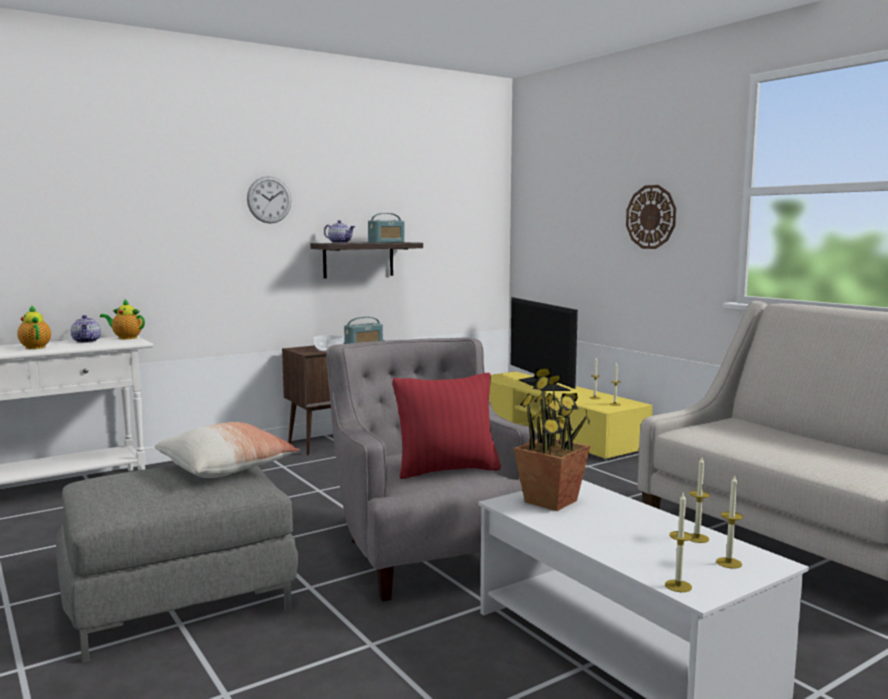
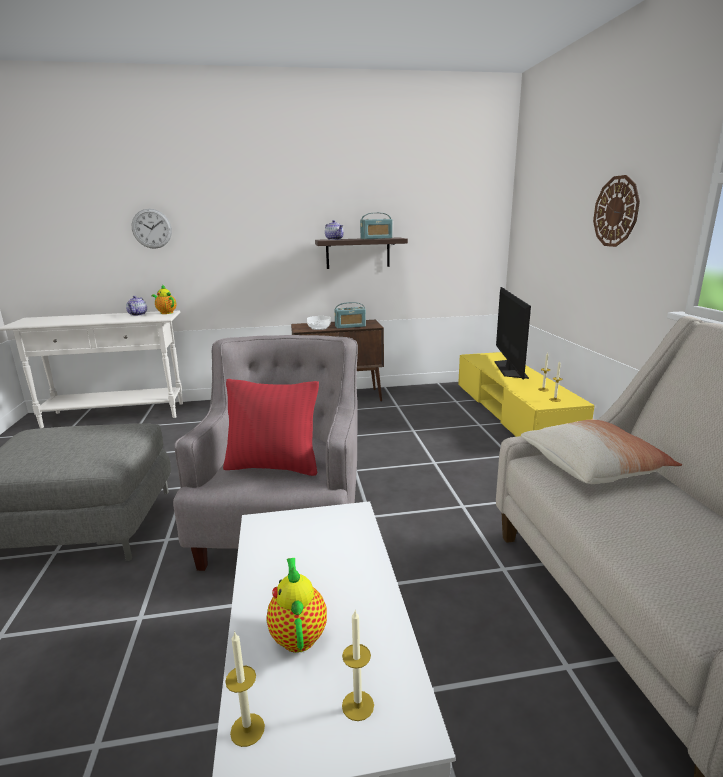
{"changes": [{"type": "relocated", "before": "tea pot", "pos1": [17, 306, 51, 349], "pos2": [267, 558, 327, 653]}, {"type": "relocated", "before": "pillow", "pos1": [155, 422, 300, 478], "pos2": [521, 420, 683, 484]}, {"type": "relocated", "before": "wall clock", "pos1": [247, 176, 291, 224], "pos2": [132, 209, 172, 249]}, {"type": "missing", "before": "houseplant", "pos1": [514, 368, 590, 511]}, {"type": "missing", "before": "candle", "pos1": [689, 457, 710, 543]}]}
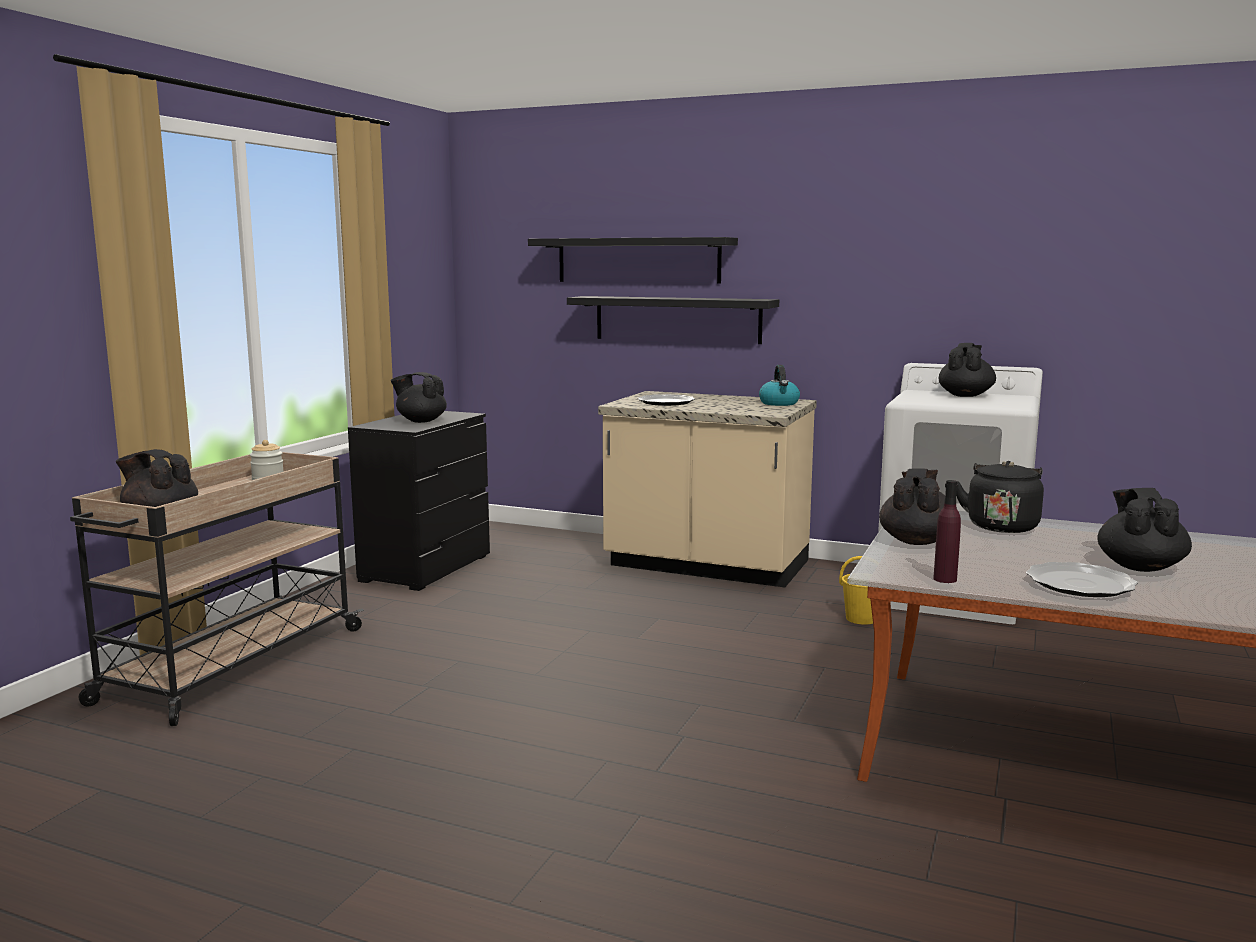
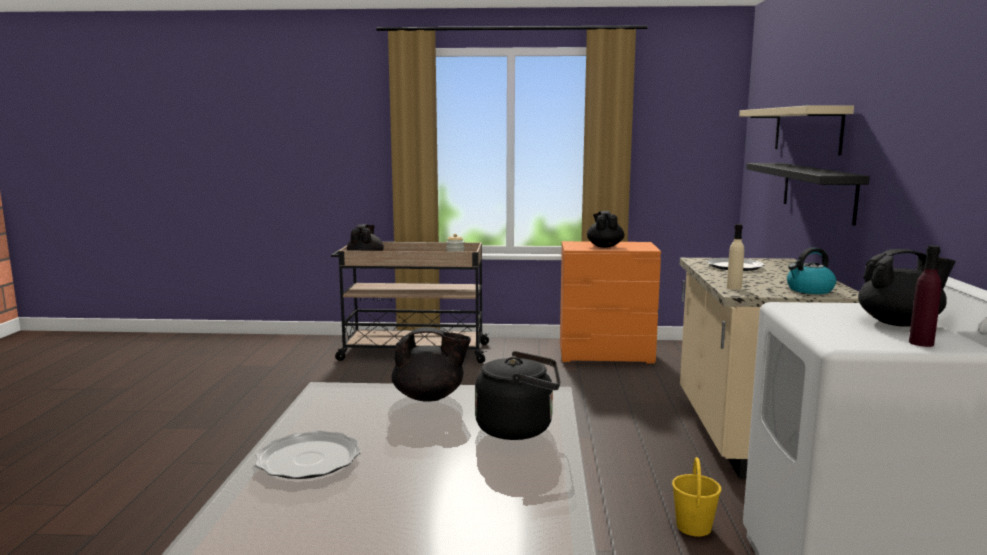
{"changes": [{"type": "colour", "before": "black-coloured chest of drawers", "after": "orangey chest of drawers", "pos1": [348, 411, 490, 591], "pos2": [560, 241, 661, 364]}, {"type": "colour", "before": "black-coloured shelf", "after": "beige-coloured shelf", "pos1": [528, 237, 738, 283], "pos2": [739, 105, 854, 155]}, {"type": "relocated", "before": "purple-coloured bottle", "pos1": [933, 480, 961, 583], "pos2": [909, 245, 942, 347]}, {"type": "missing", "before": "black-coloured tea pot", "pos1": [1097, 488, 1192, 572]}, {"type": "appeared", "after": "beige-coloured bottle", "pos2": [727, 224, 744, 290]}]}
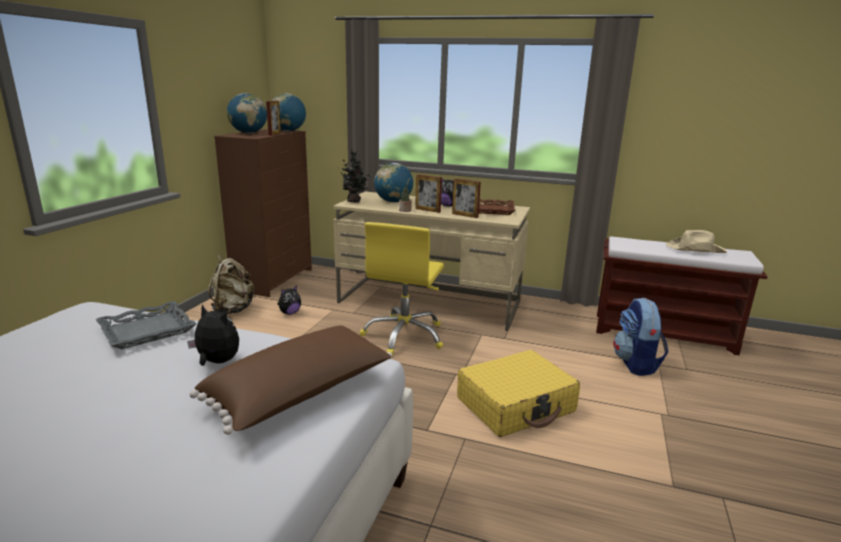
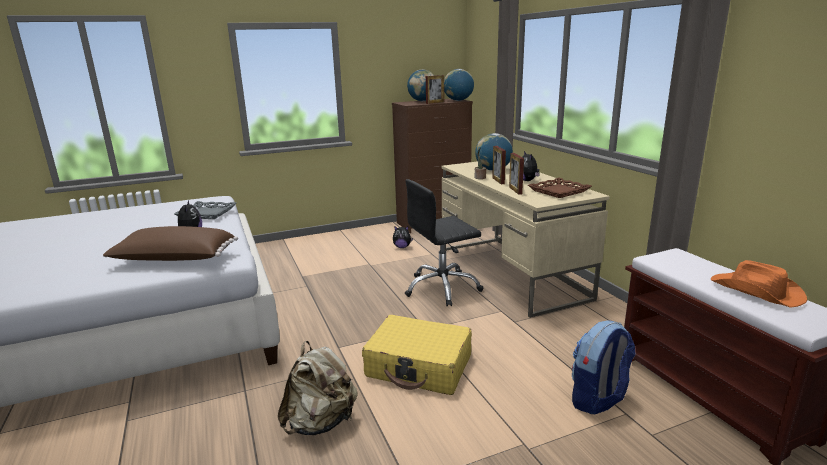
{"changes": [{"type": "relocated", "before": "beige-coloured knapsack", "pos1": [208, 254, 255, 314], "pos2": [278, 341, 358, 435]}, {"type": "missing", "before": "houseplant", "pos1": [337, 149, 372, 203]}, {"type": "colour", "before": "yellowish desk chair", "after": "black-coloured desk chair", "pos1": [360, 222, 444, 356], "pos2": [405, 179, 483, 306]}, {"type": "colour", "before": "beige-coloured hat", "after": "orangey hat", "pos1": [666, 230, 727, 253], "pos2": [711, 260, 807, 308]}]}
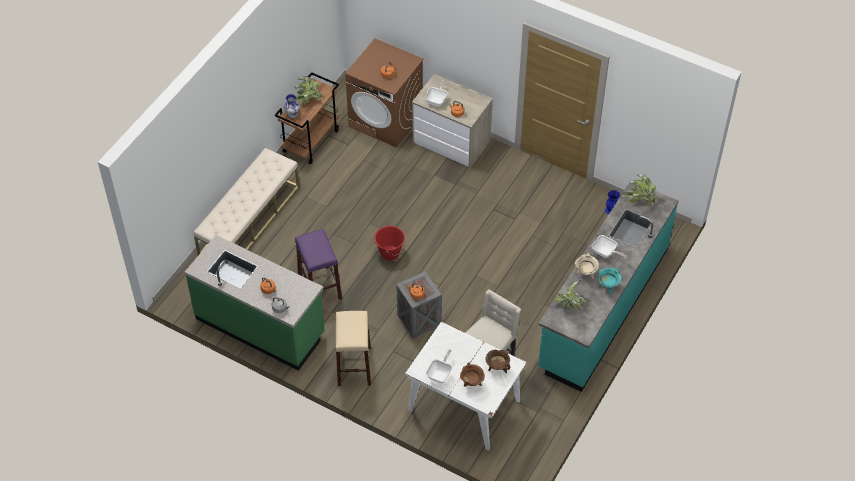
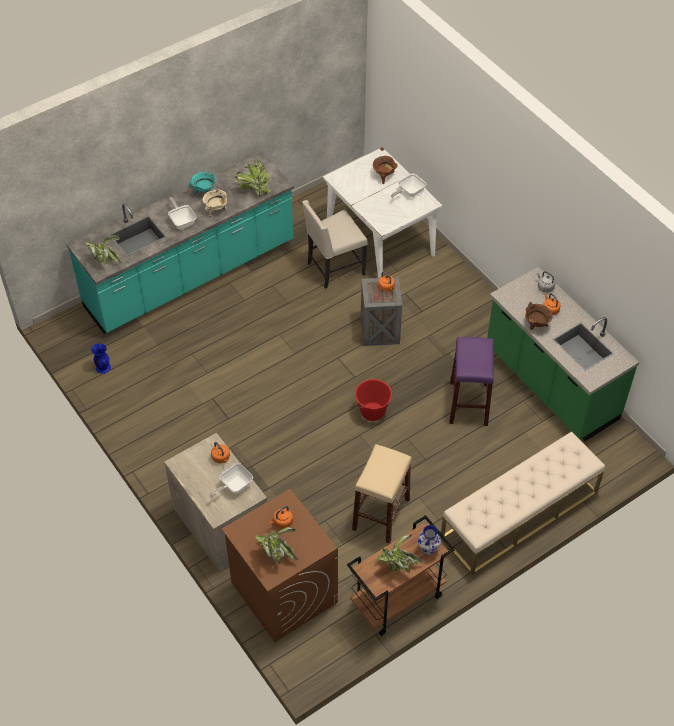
{"changes": [{"type": "relocated", "before": "beige-coloured stool seat", "pos1": [335, 311, 371, 386], "pos2": [352, 444, 412, 544]}, {"type": "relocated", "before": "brownish cooking pot", "pos1": [486, 349, 510, 373], "pos2": [525, 302, 553, 330]}, {"type": "appeared", "after": "houseplant", "pos2": [255, 527, 298, 564]}]}
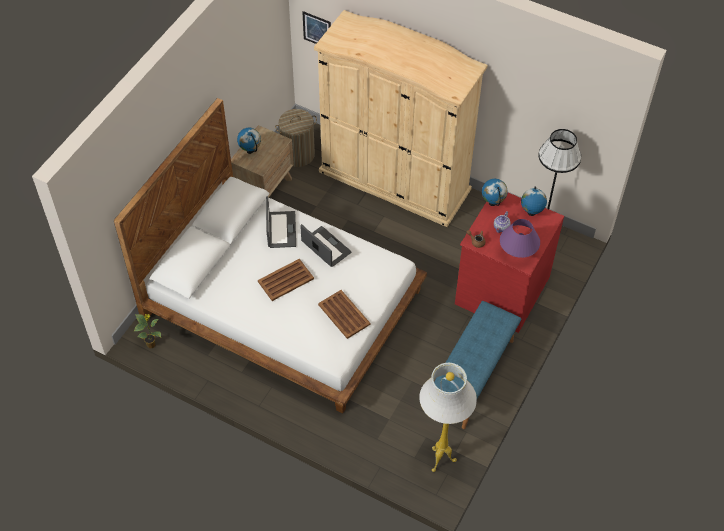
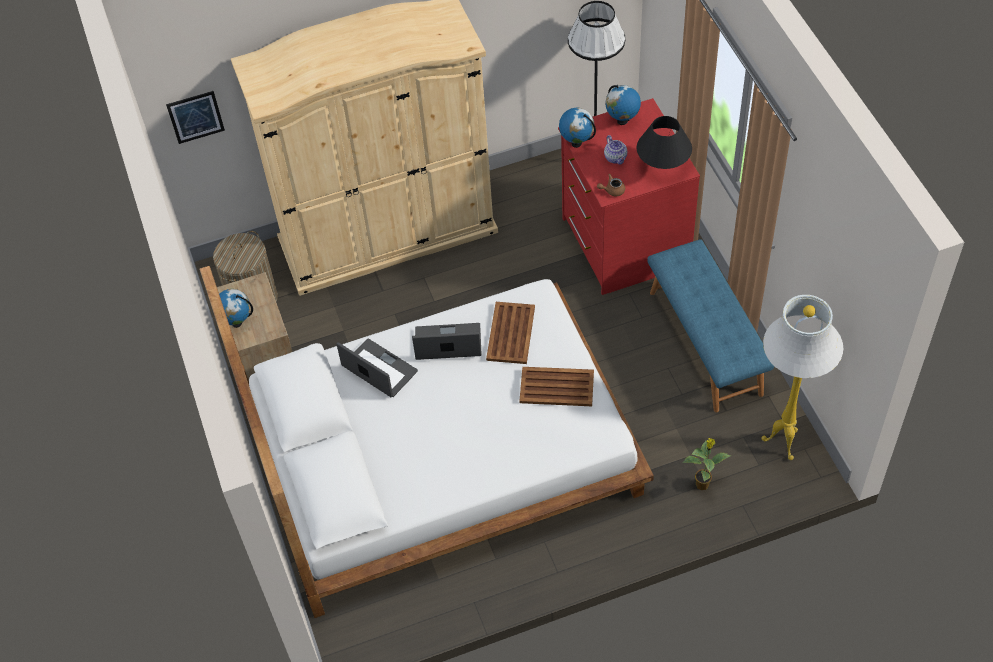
{"changes": [{"type": "relocated", "before": "houseplant", "pos1": [134, 314, 161, 348], "pos2": [682, 438, 731, 490]}, {"type": "relocated", "before": "brownish carrying tray", "pos1": [258, 259, 314, 301], "pos2": [486, 302, 535, 364]}, {"type": "colour", "before": "purple-coloured table lamp", "after": "black-coloured table lamp", "pos1": [500, 219, 540, 258], "pos2": [637, 116, 692, 169]}]}
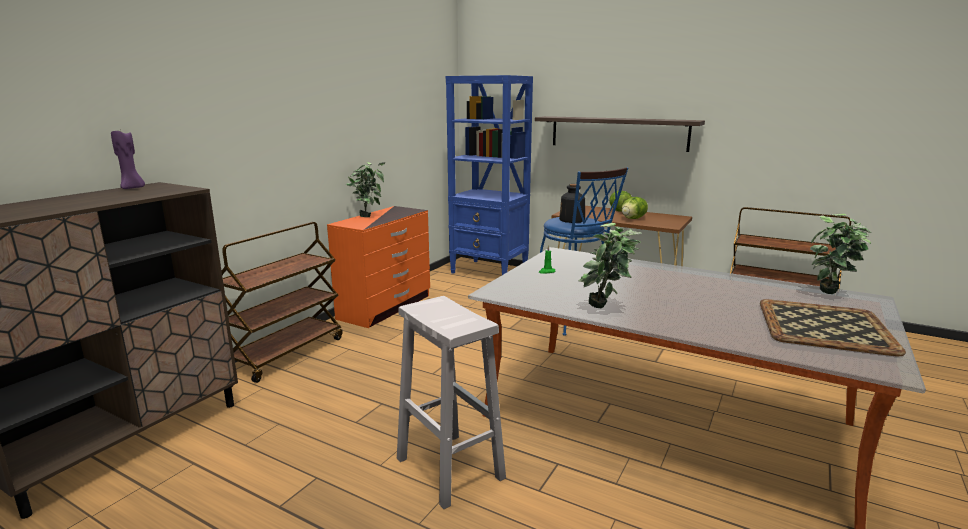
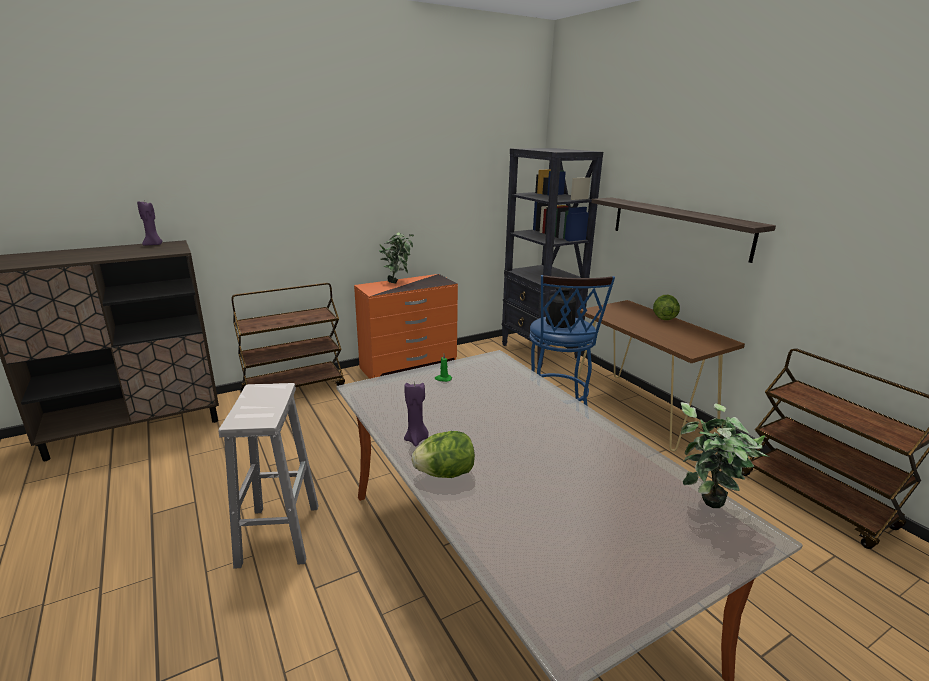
{"changes": [{"type": "colour", "before": "blue-coloured bookshelf", "after": "black-coloured bookshelf", "pos1": [446, 75, 533, 275], "pos2": [502, 148, 603, 368]}, {"type": "exchanged", "before": "houseplant", "after": "purple-coloured candle", "pos1": [579, 223, 642, 308], "pos2": [404, 380, 429, 447]}, {"type": "relocated", "before": "lettuce head", "pos1": [621, 197, 648, 219], "pos2": [412, 431, 475, 478]}, {"type": "missing", "before": "carrying tray", "pos1": [760, 299, 906, 357]}]}
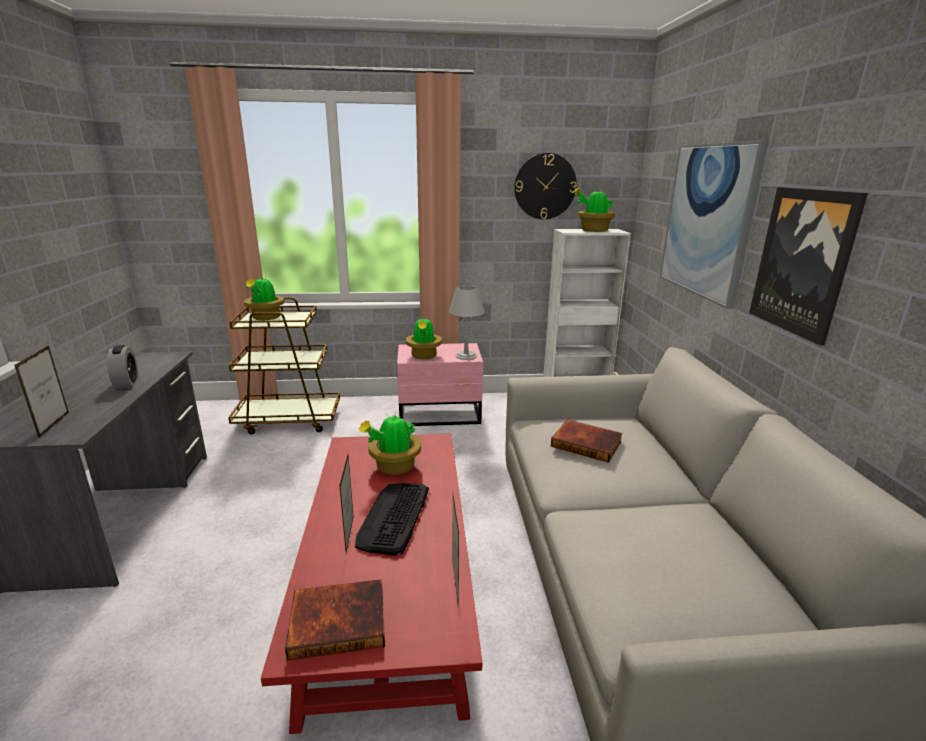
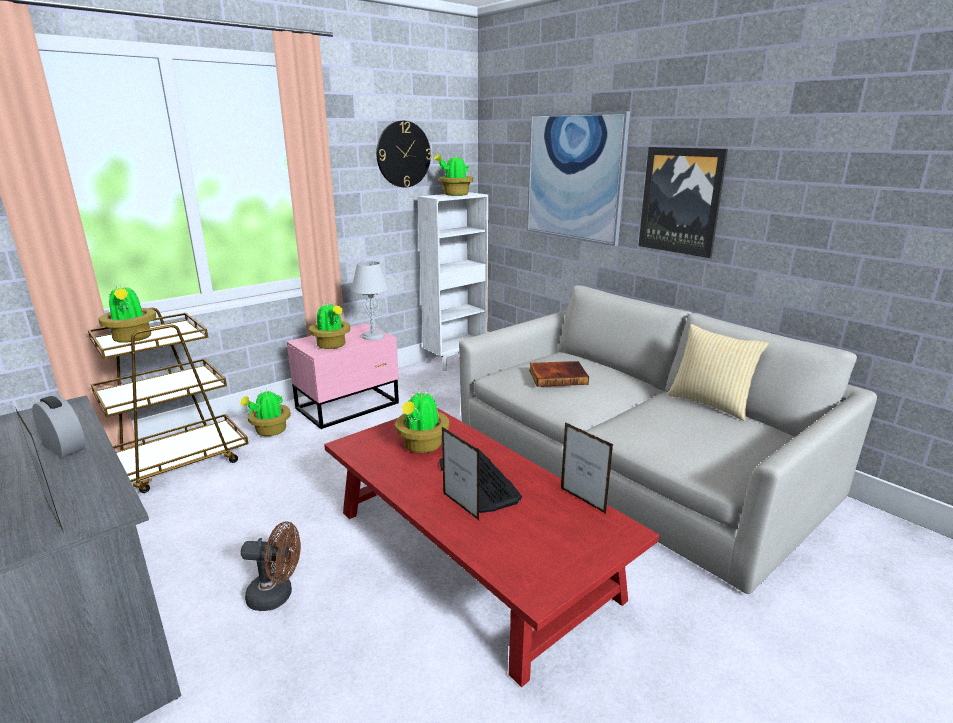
{"changes": [{"type": "missing", "before": "volume", "pos1": [285, 579, 385, 661]}, {"type": "appeared", "after": "houseplant", "pos2": [240, 389, 291, 436]}, {"type": "appeared", "after": "brownish electric fan", "pos2": [241, 521, 301, 611]}, {"type": "appeared", "after": "pillow", "pos2": [668, 324, 769, 421]}]}
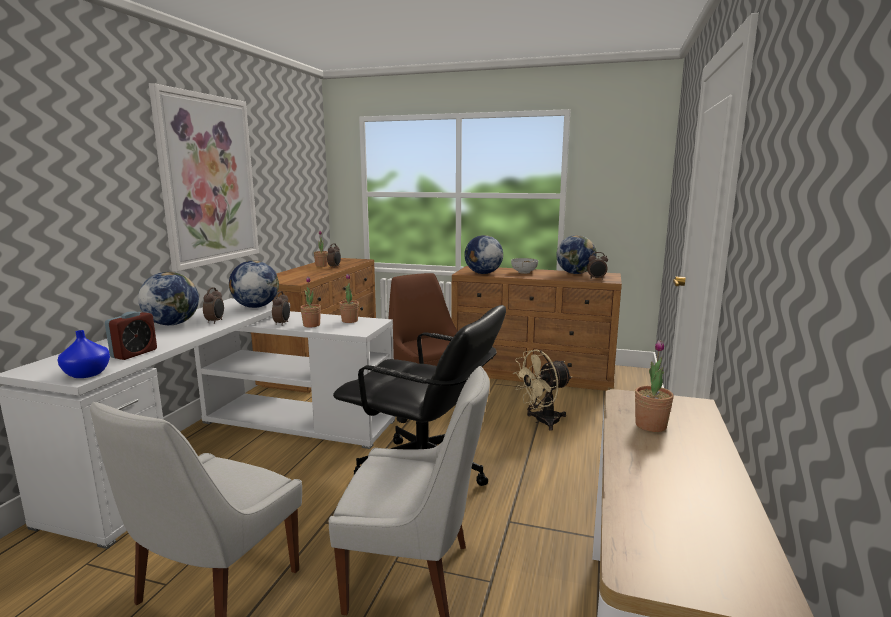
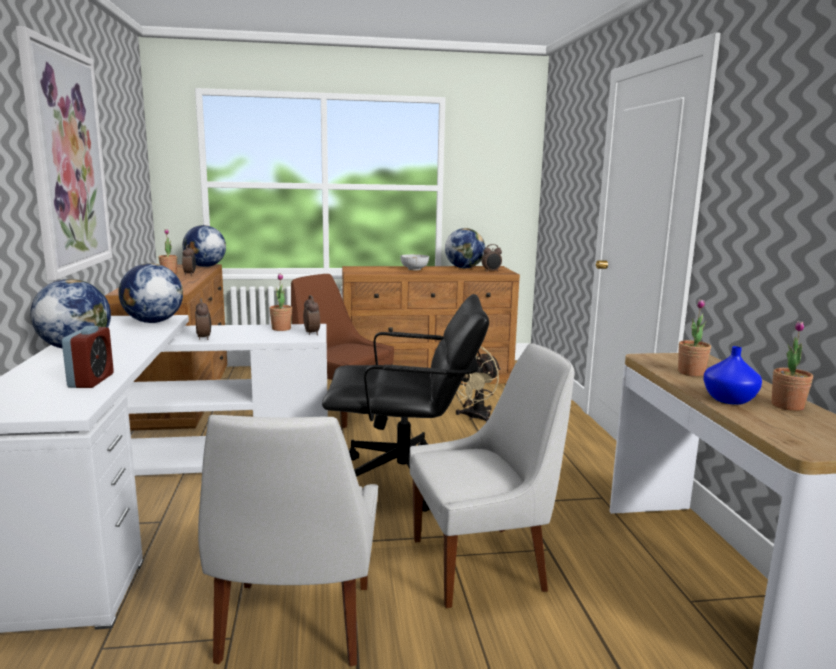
{"changes": [{"type": "relocated", "before": "blue-coloured vase", "pos1": [57, 330, 110, 378], "pos2": [703, 346, 762, 405]}, {"type": "relocated", "before": "alarm clock", "pos1": [203, 287, 224, 324], "pos2": [303, 295, 320, 335]}, {"type": "relocated", "before": "houseplant", "pos1": [300, 276, 321, 328], "pos2": [772, 321, 813, 411]}, {"type": "relocated", "before": "globe", "pos1": [464, 235, 503, 274], "pos2": [182, 225, 226, 267]}]}
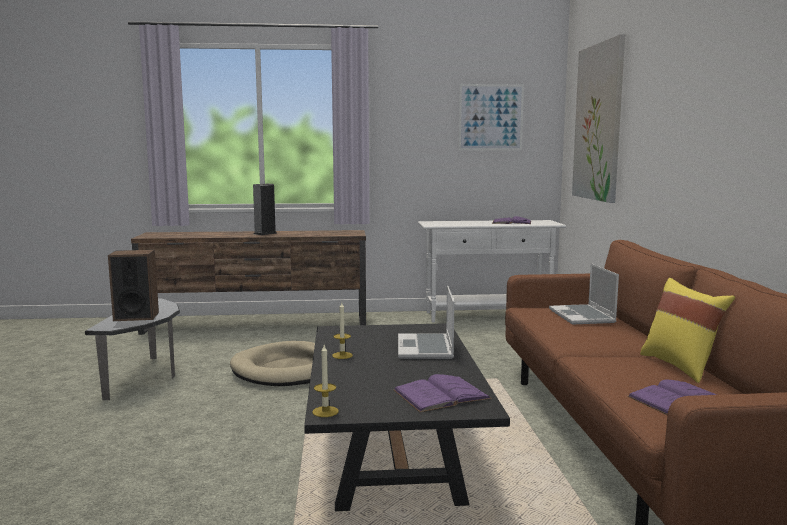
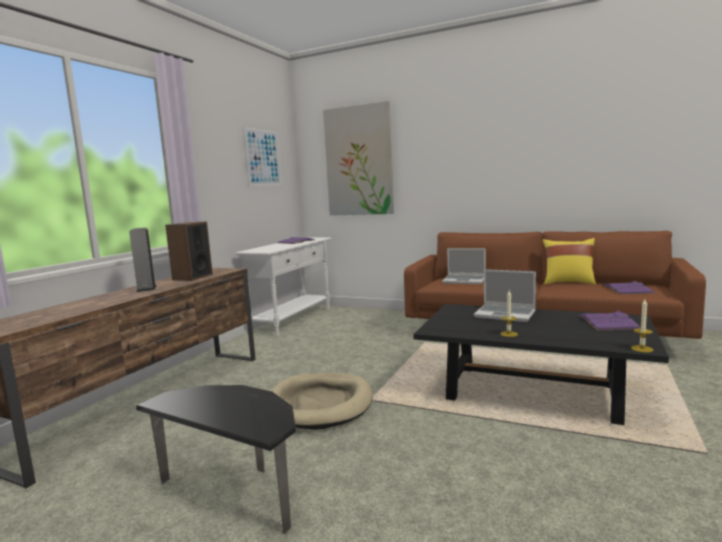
{"changes": [{"type": "relocated", "before": "audio speaker", "pos1": [108, 250, 159, 321], "pos2": [165, 222, 213, 281]}]}
